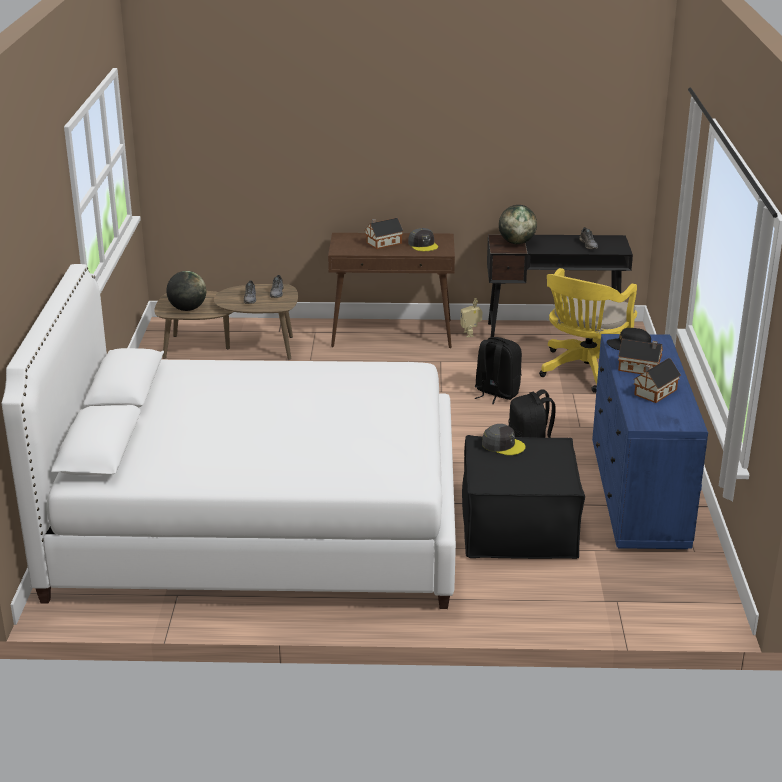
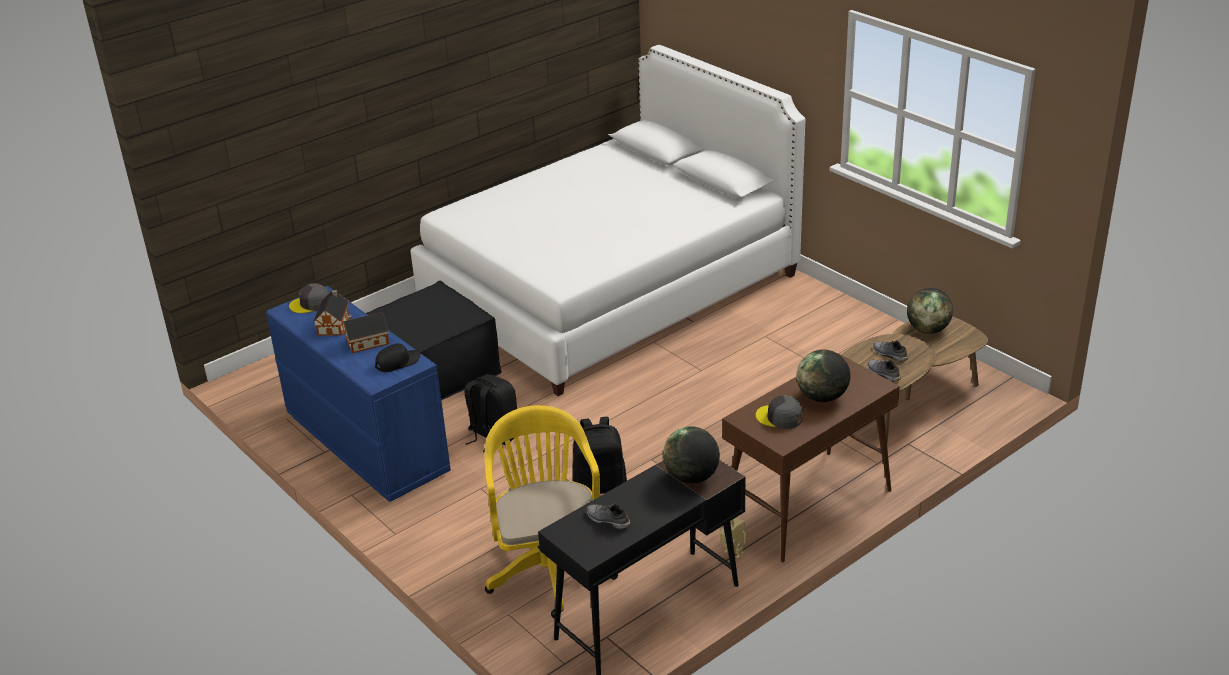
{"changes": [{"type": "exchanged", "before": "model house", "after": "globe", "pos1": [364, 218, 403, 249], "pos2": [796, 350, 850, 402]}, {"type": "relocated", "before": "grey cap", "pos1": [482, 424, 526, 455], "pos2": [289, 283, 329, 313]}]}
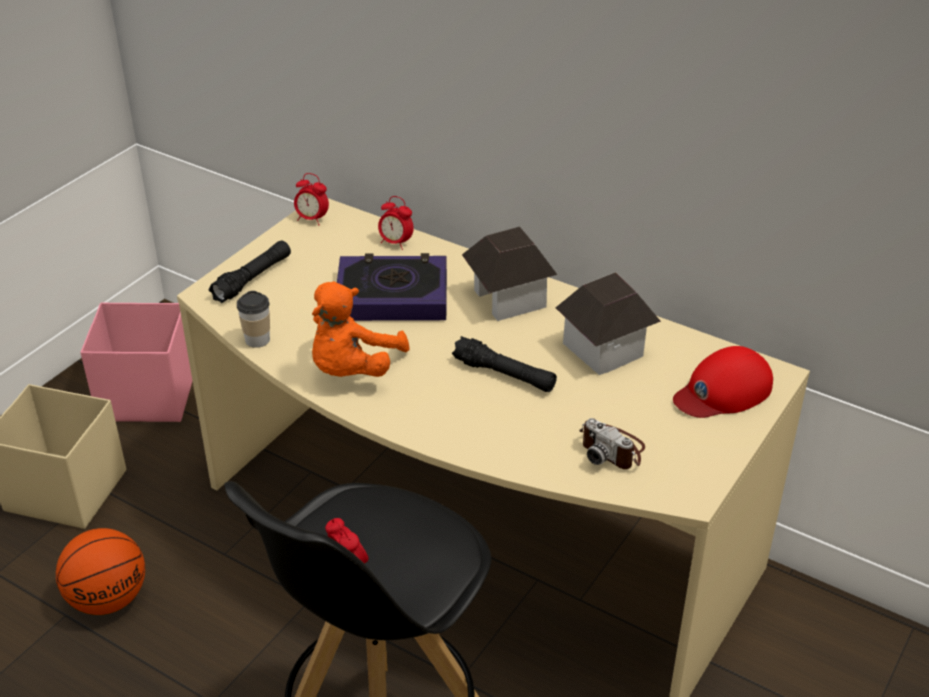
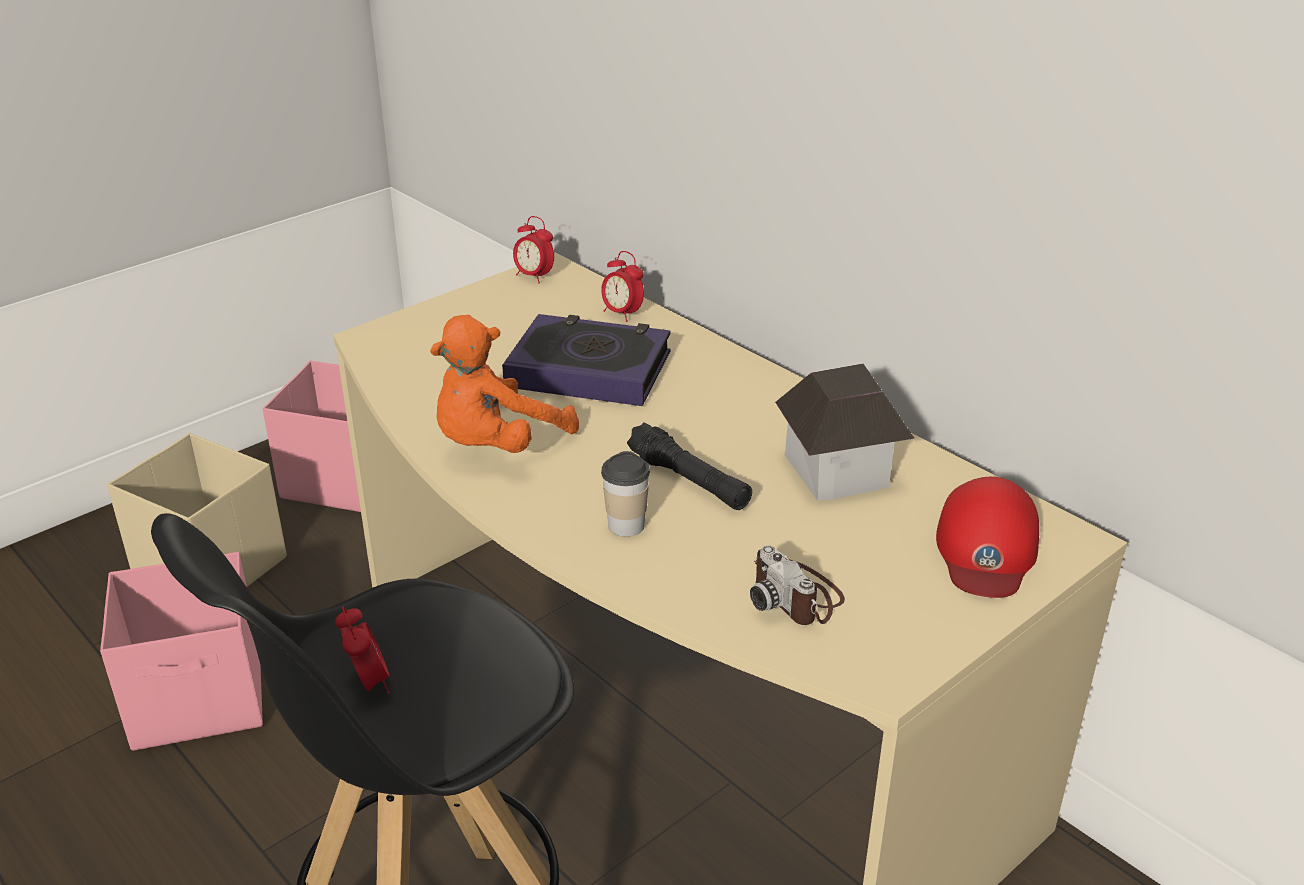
{"changes": [{"type": "exchanged", "before": "basketball", "after": "pinkish storage container", "pos1": [56, 528, 145, 615], "pos2": [100, 552, 263, 751]}, {"type": "missing", "before": "black-coloured hand torch", "pos1": [208, 240, 291, 303]}, {"type": "relocated", "before": "drinking cup", "pos1": [237, 291, 270, 348], "pos2": [601, 451, 650, 537]}, {"type": "missing", "before": "model house", "pos1": [462, 227, 557, 321]}, {"type": "spun", "before": "red-coloured cap", "pos1": [673, 346, 773, 418], "pos2": [936, 477, 1039, 598], "turn": -60}]}
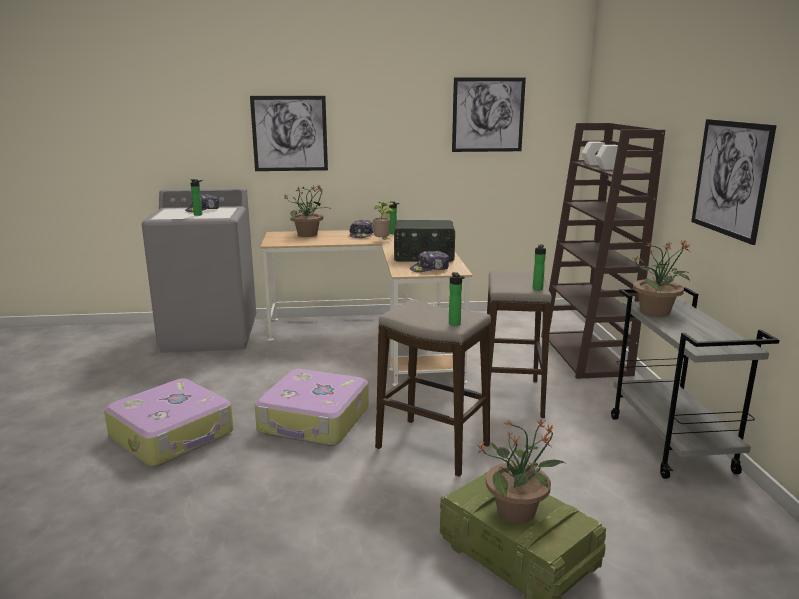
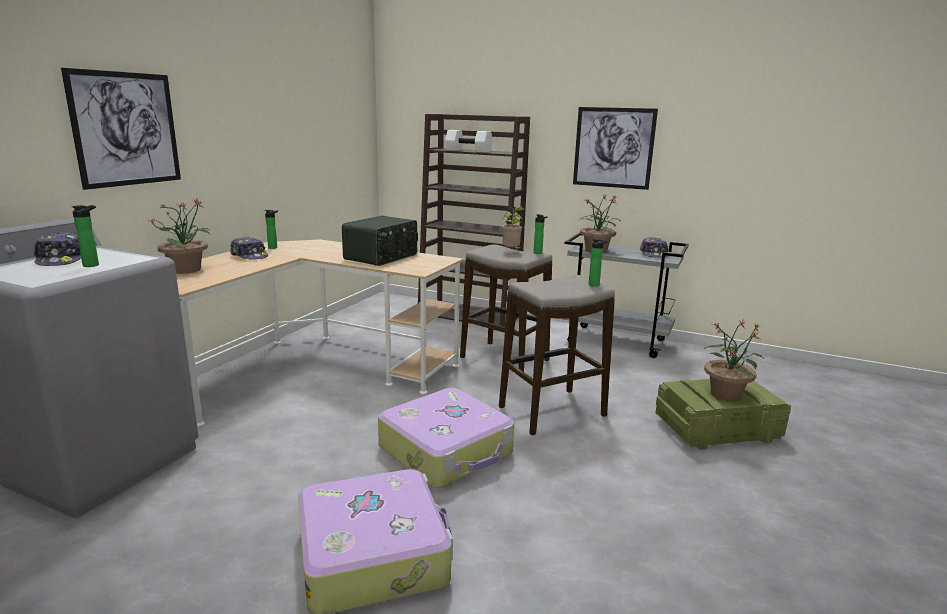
{"changes": [{"type": "relocated", "before": "houseplant", "pos1": [373, 202, 394, 240], "pos2": [502, 206, 524, 249]}, {"type": "relocated", "before": "cap", "pos1": [410, 251, 449, 272], "pos2": [640, 237, 669, 258]}, {"type": "missing", "before": "wall picture", "pos1": [452, 77, 526, 152]}]}
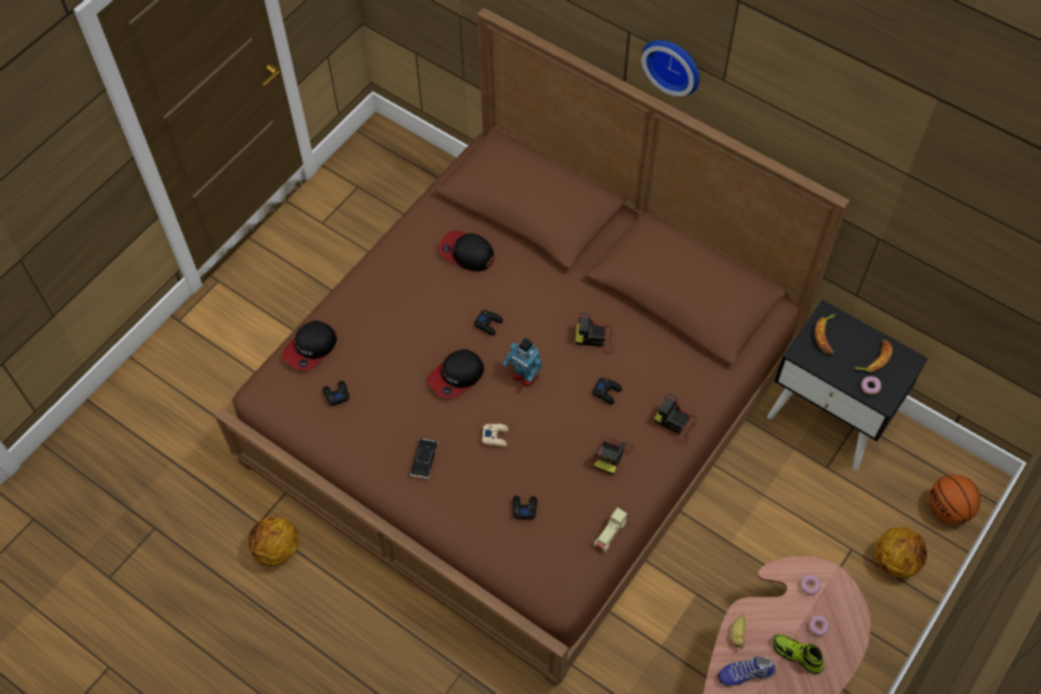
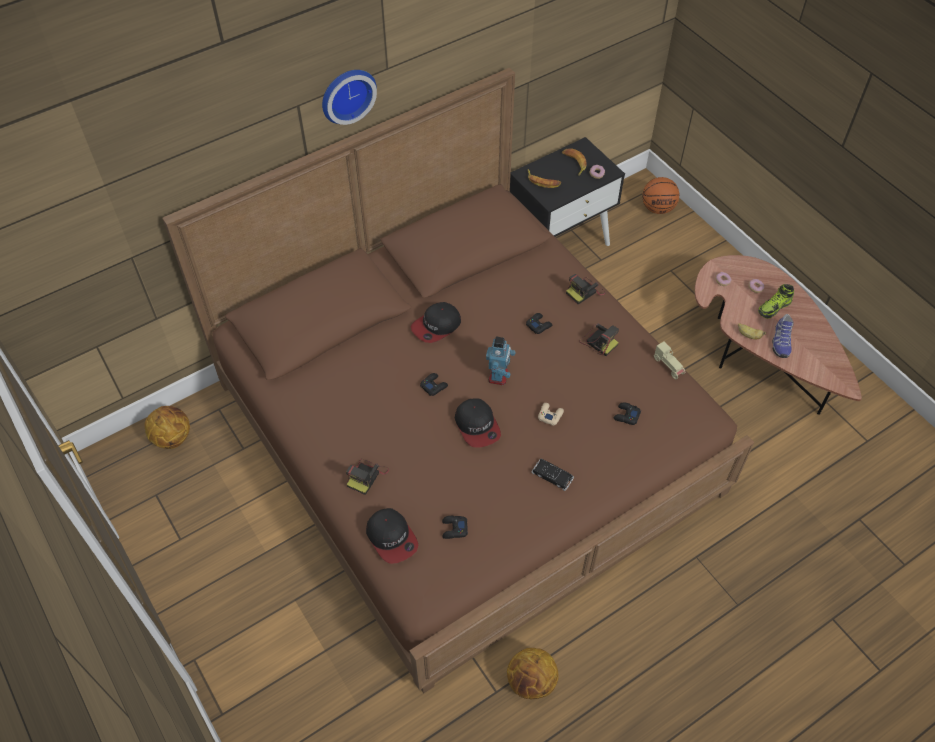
{"changes": [{"type": "relocated", "before": "cap", "pos1": [439, 231, 494, 272], "pos2": [411, 302, 461, 343]}, {"type": "spun", "before": "model robot", "pos1": [503, 338, 542, 387], "pos2": [486, 336, 516, 385], "turn": -45}, {"type": "relocated", "before": "photo camera", "pos1": [575, 313, 613, 354], "pos2": [346, 459, 389, 495]}, {"type": "relocated", "before": "basketball", "pos1": [875, 527, 927, 578], "pos2": [145, 406, 190, 449]}]}
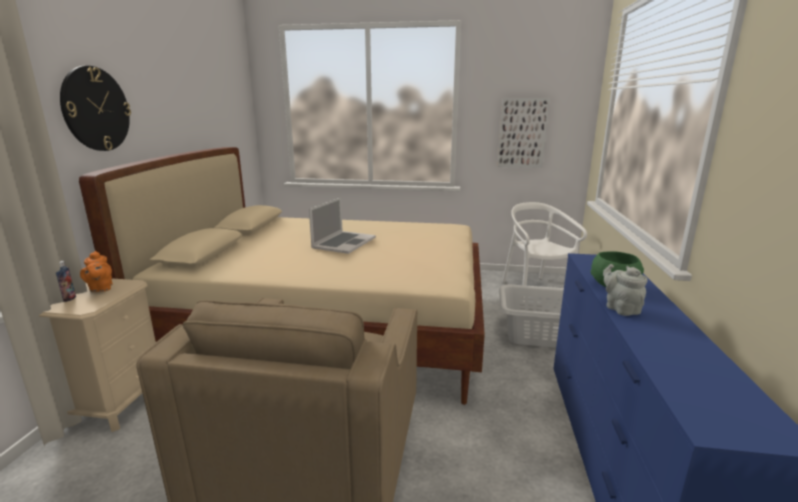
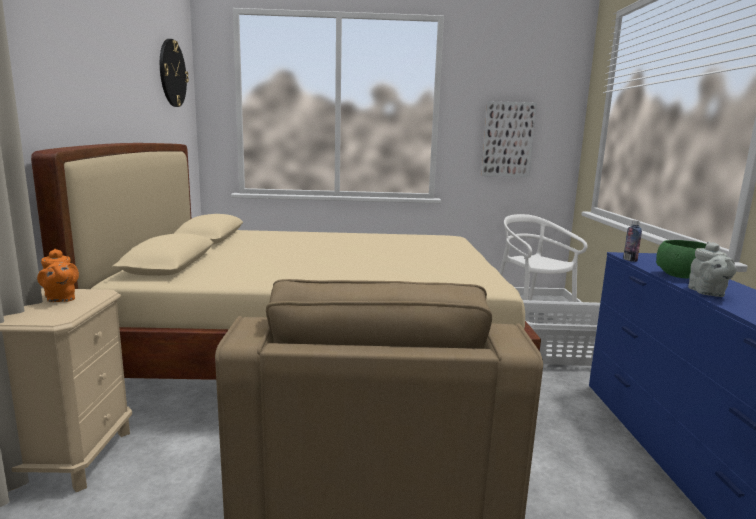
{"changes": [{"type": "relocated", "before": "bottle", "pos1": [56, 261, 76, 302], "pos2": [623, 220, 642, 262]}, {"type": "relocated", "before": "wall clock", "pos1": [60, 66, 131, 151], "pos2": [160, 39, 189, 107]}, {"type": "missing", "before": "laptop", "pos1": [309, 197, 376, 254]}, {"type": "spun", "before": "grey tea pot", "pos1": [603, 264, 648, 316], "pos2": [688, 241, 737, 297], "turn": -150}]}
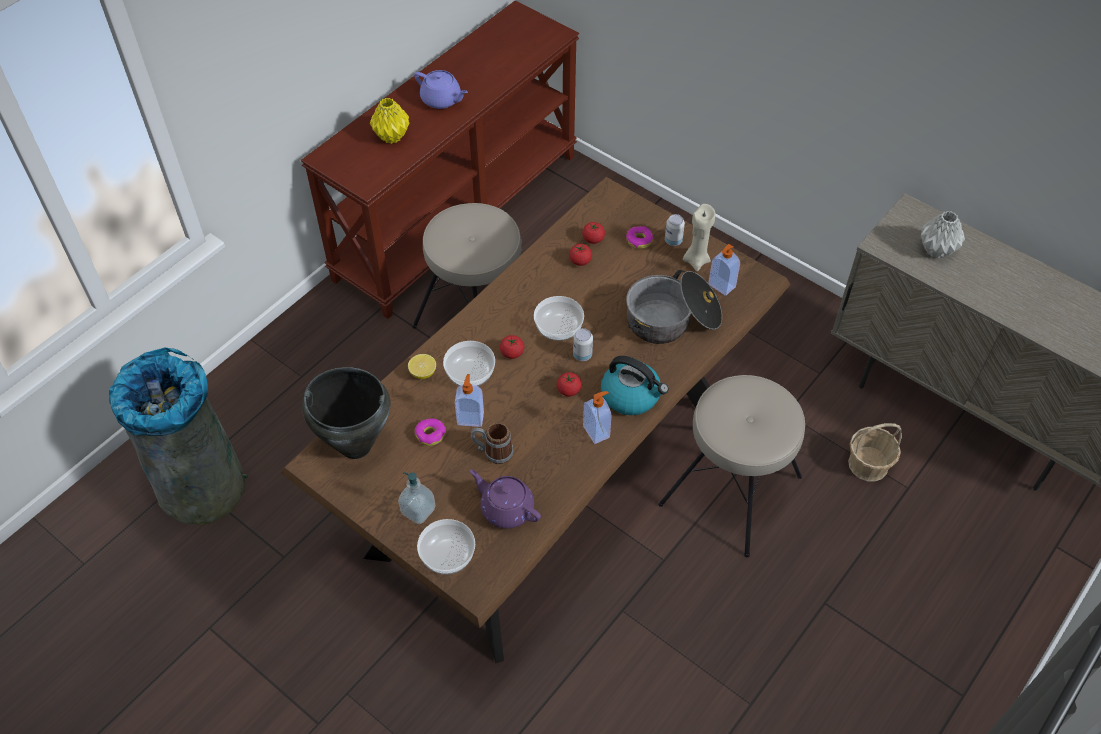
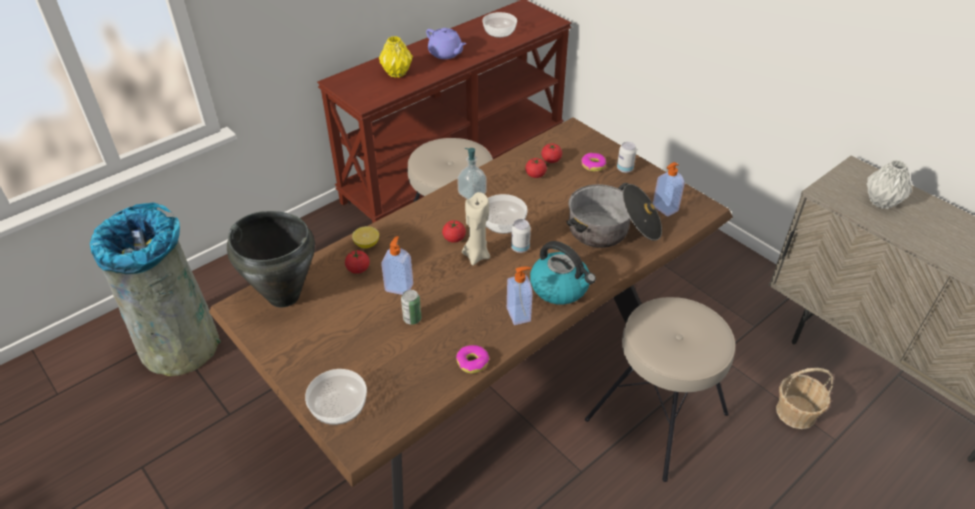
{"changes": [{"type": "relocated", "before": "soap dispenser", "pos1": [398, 472, 435, 524], "pos2": [457, 148, 487, 199]}, {"type": "relocated", "before": "ring doughnut", "pos1": [415, 418, 446, 446], "pos2": [456, 345, 490, 373]}, {"type": "relocated", "before": "deep dish", "pos1": [443, 341, 495, 386], "pos2": [482, 12, 517, 38]}, {"type": "missing", "before": "purple-coloured tea pot", "pos1": [469, 470, 541, 529]}, {"type": "exchanged", "before": "coffee mug", "after": "can", "pos1": [471, 423, 513, 464], "pos2": [401, 290, 421, 325]}, {"type": "relocated", "before": "whole tomato", "pos1": [557, 372, 582, 397], "pos2": [345, 250, 370, 274]}, {"type": "relocated", "before": "beige-coloured candle", "pos1": [683, 204, 716, 272], "pos2": [462, 192, 490, 266]}]}
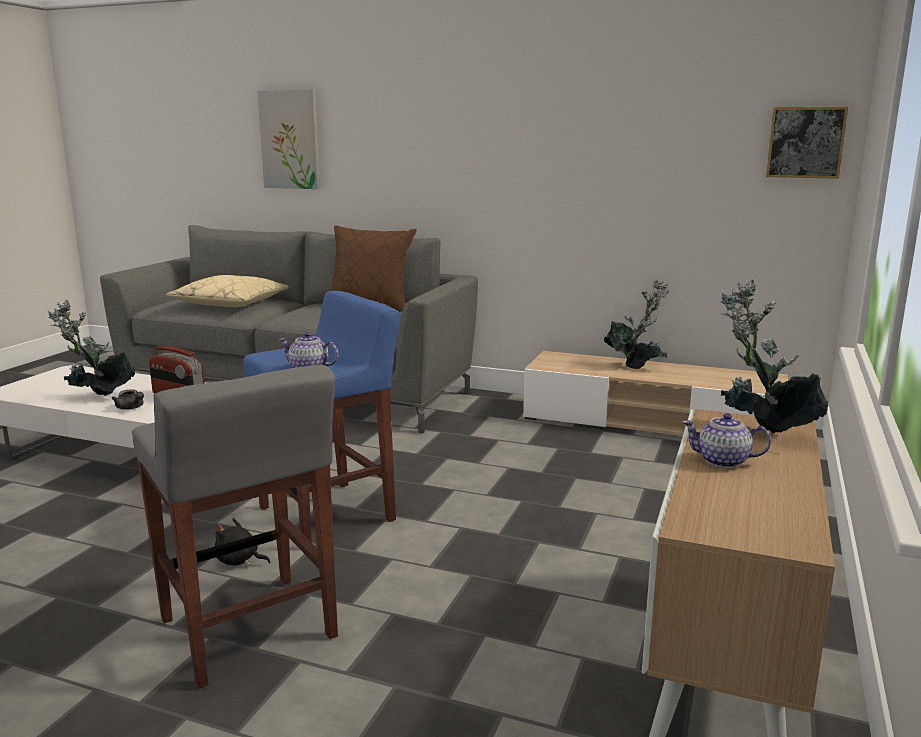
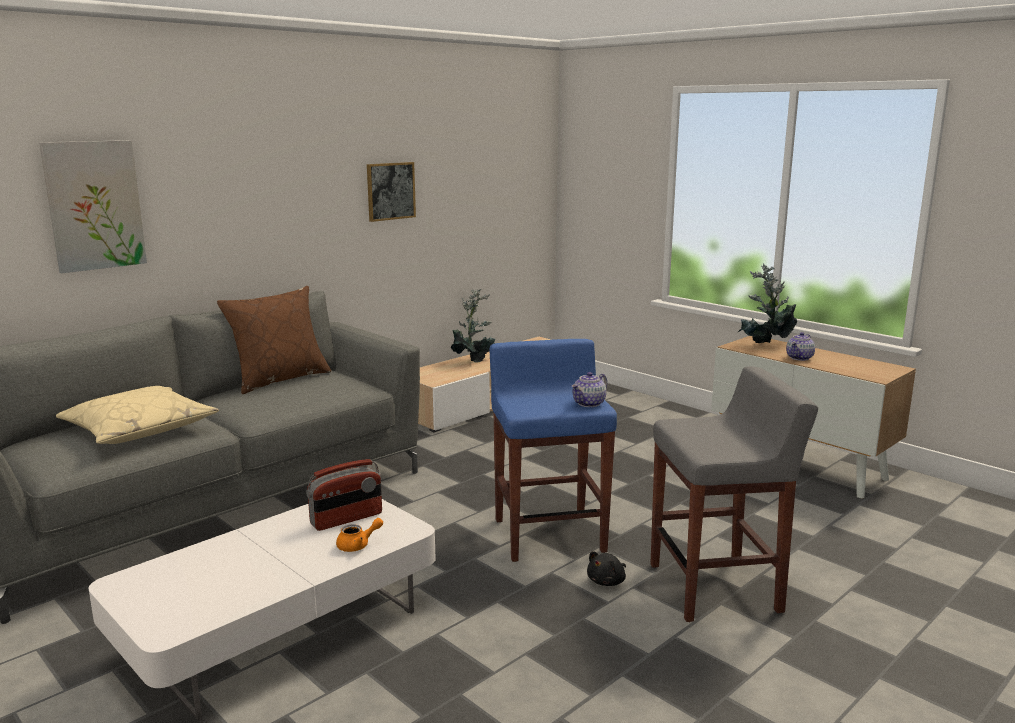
{"changes": [{"type": "missing", "before": "houseplant", "pos1": [47, 300, 135, 396]}, {"type": "colour", "before": "grey tea pot", "after": "orangey tea pot", "pos1": [111, 389, 144, 410], "pos2": [336, 518, 383, 552]}, {"type": "relocated", "before": "wall picture", "pos1": [766, 107, 848, 179], "pos2": [367, 162, 416, 222]}]}
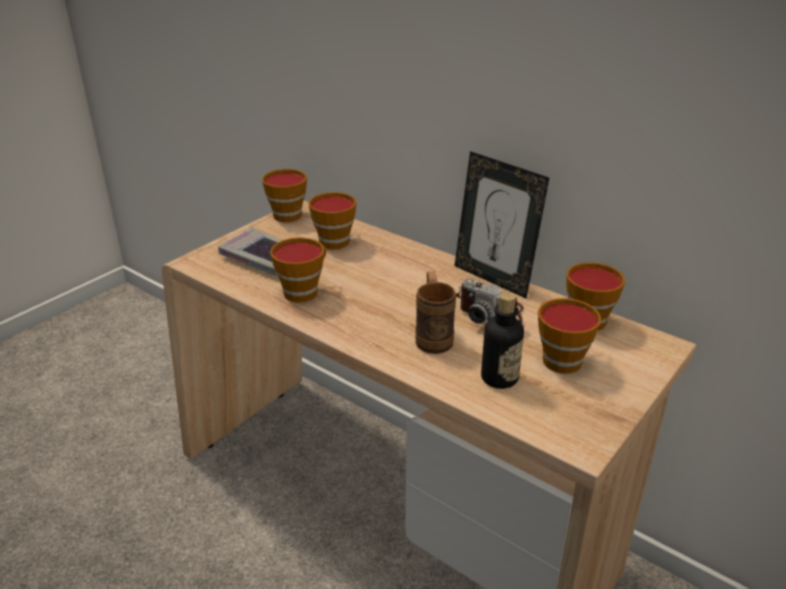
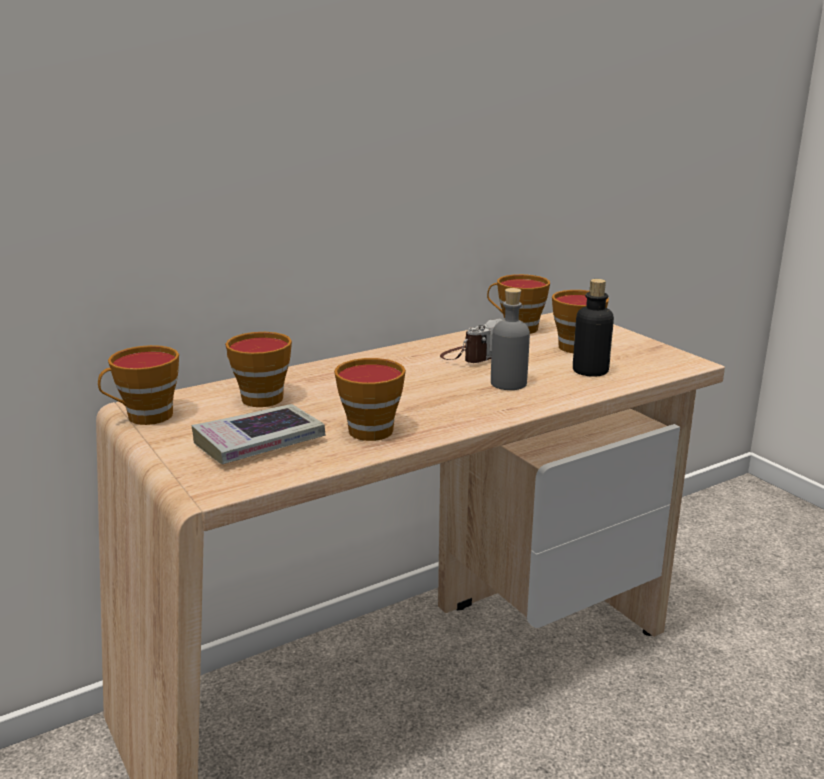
{"changes": [{"type": "exchanged", "before": "brownish coffee mug", "after": "grey bottle", "pos1": [415, 271, 456, 354], "pos2": [491, 288, 530, 390]}, {"type": "missing", "before": "picture frame", "pos1": [454, 151, 549, 299]}]}
